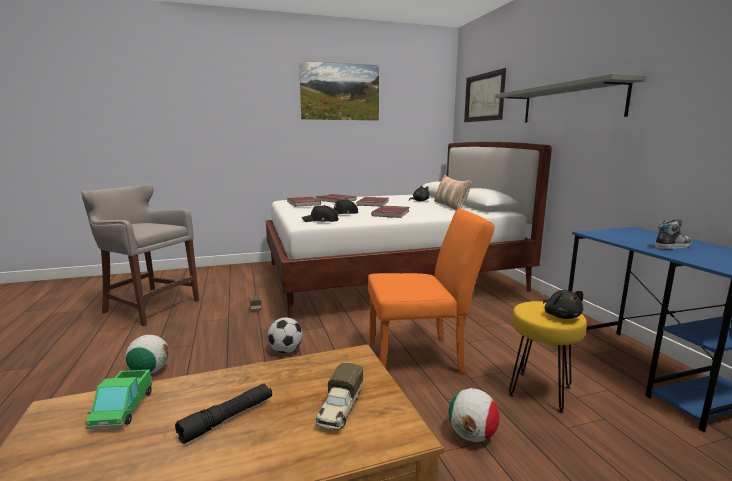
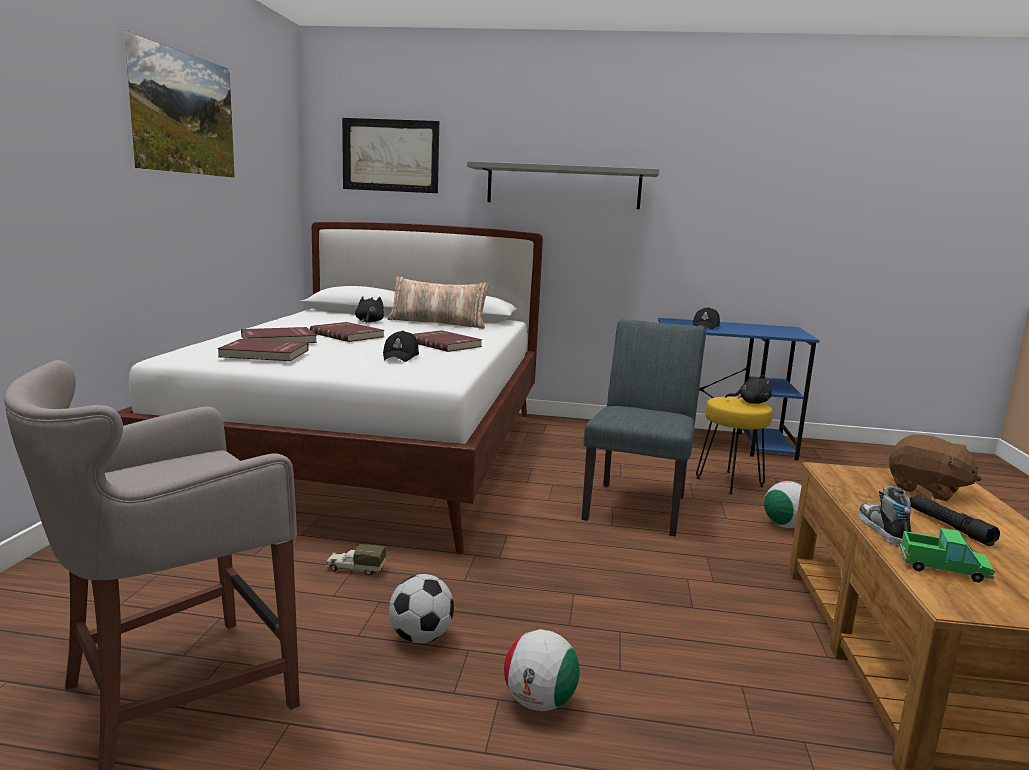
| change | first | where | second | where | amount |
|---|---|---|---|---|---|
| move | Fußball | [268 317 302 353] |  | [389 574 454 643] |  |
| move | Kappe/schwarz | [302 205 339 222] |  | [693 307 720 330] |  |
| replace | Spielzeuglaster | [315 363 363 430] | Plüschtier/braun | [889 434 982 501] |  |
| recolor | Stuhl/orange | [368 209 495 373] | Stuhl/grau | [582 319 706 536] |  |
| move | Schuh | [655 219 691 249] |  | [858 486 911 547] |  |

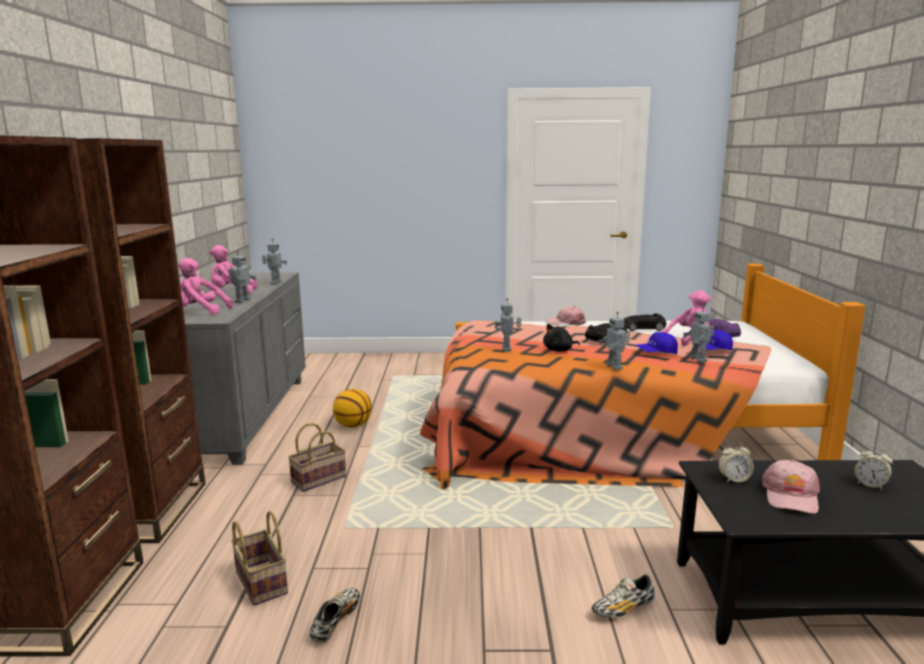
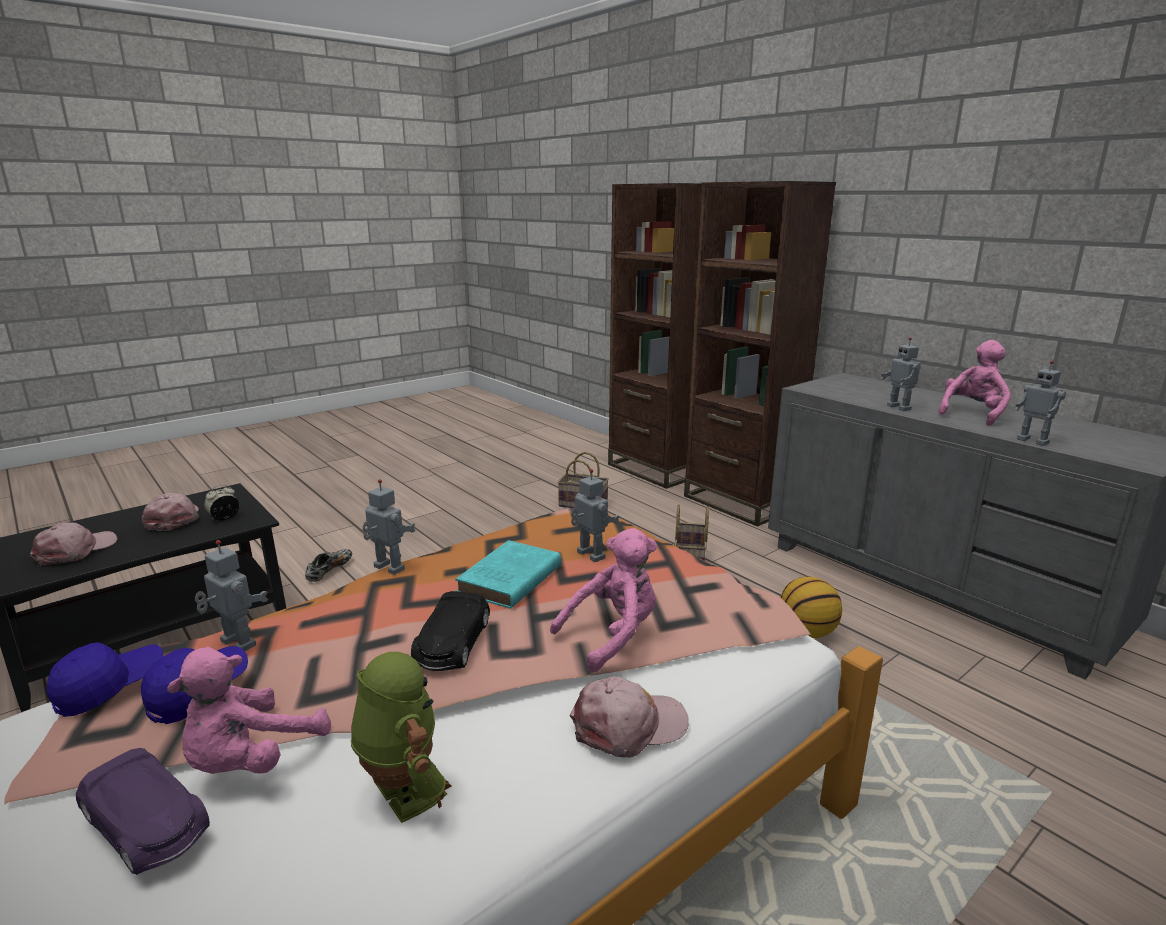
| change | first | where | second | where | amount |
|---|---|---|---|---|---|
| move | Plüschtier/rosa | [178 258 233 315] |  | [550 528 657 672] |  |
| delete | Schuh | [310 588 360 643] |  |  |  |
| replace | Plüschtier/schwarz | [543 324 580 351] | Buch/türkis | [455 540 561 609] |  |
| replace | Spielzeugauto/schwarz | [624 313 666 331] | Spielzeugroboter | [351 652 451 823] |  |
| move | Kappe/blau | [636 332 678 354] |  | [46 642 163 717] |  |
| replace | Wecker | [854 446 893 490] | Kappe/rosa | [30 523 117 565] |  |

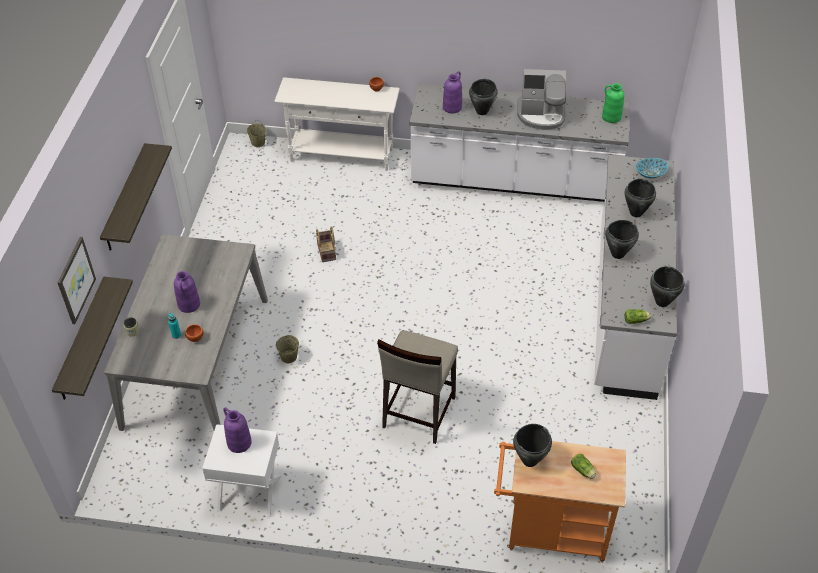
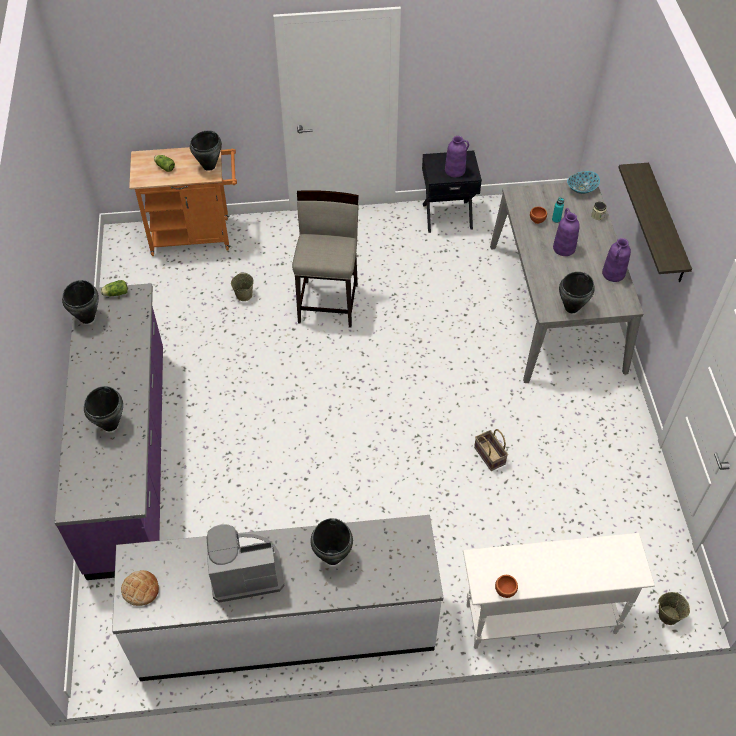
| change | first | where | second | where | amount |
|---|---|---|---|---|---|
| delete | Wandregal | [52 276 133 400] |  |  |  |
| delete | Bild | [57 237 96 324] |  |  |  |
| recolor | Nachttisch/weiß | [202 424 281 519] | Nachttisch/schwarz | [422 150 482 233] |  |
| move | Eimer/beige | [276 335 299 363] |  | [231 273 254 301] |  |
| move | Vase/lila | [443 71 462 113] |  | [602 238 631 282] |  |
| recolor | Küchenzeile/weiß | [594 155 677 400] | Küchenzeile/lila | [54 283 163 580] |  |
| replace | Vase/grün | [602 83 624 123] | Brot | [121 570 159 606] |  |
| move | Kochtopf/schwarz | [605 220 639 259] |  | [559 272 595 313] |  |
| move | Schüssel | [635 158 668 178] |  | [567 171 600 194] |  |

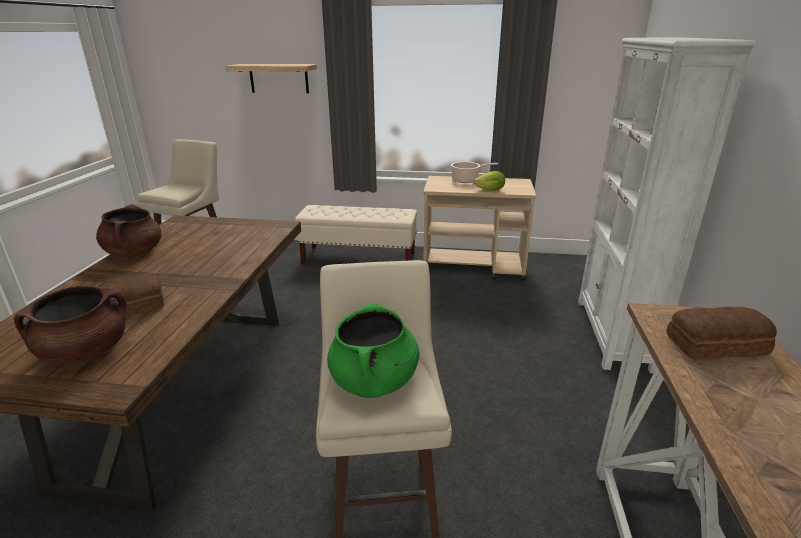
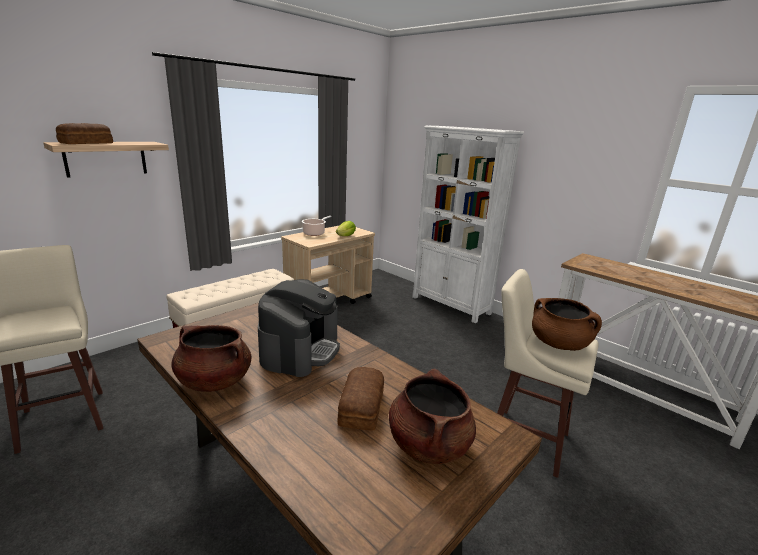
| change | first | where | second | where | amount |
|---|---|---|---|---|---|
| recolor | Kochtopf/grün | [327 302 419 398] | Kochtopf/braun | [532 298 602 351] |  |
| move | Brot | [666 307 777 359] |  | [56 123 113 144] |  |
| insert |  |  | Kaffeemaschine | [258 279 340 377] |  |

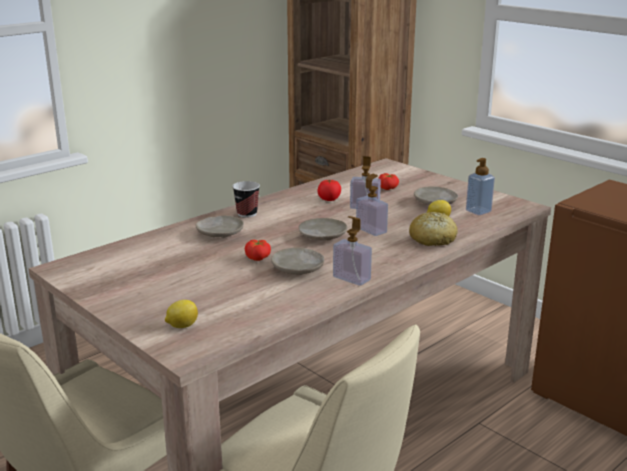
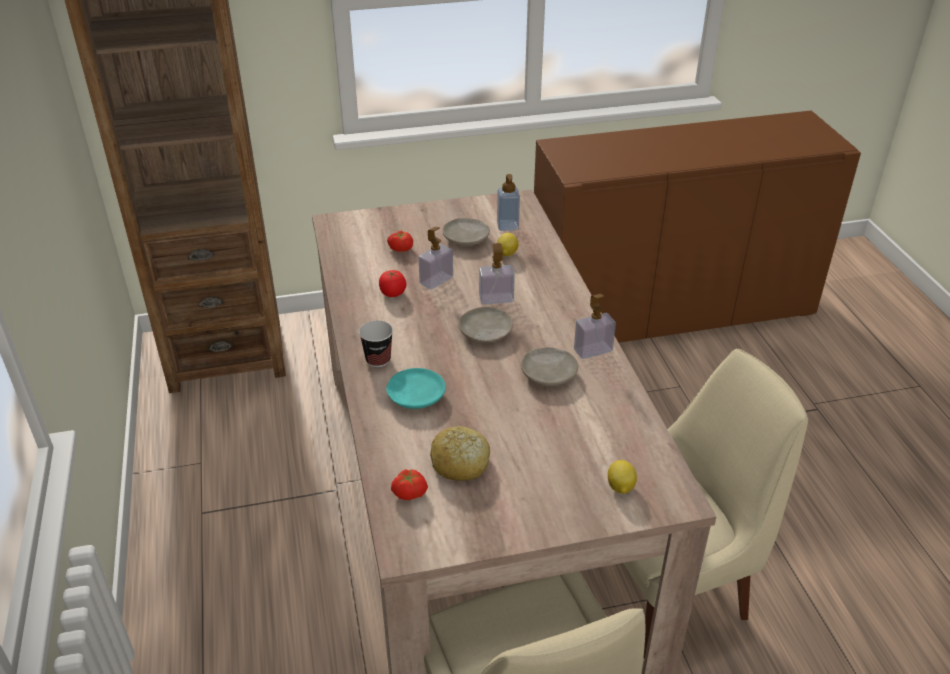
| change | first | where | second | where | amount |
|---|---|---|---|---|---|
| recolor | Teller/beige | [195 215 244 238] | Teller/türkis | [386 368 446 409] |  |
| move | Tomate | [245 240 271 261] |  | [391 469 428 500] |  |
| move | Brot | [409 212 458 246] |  | [430 426 490 481] |  |

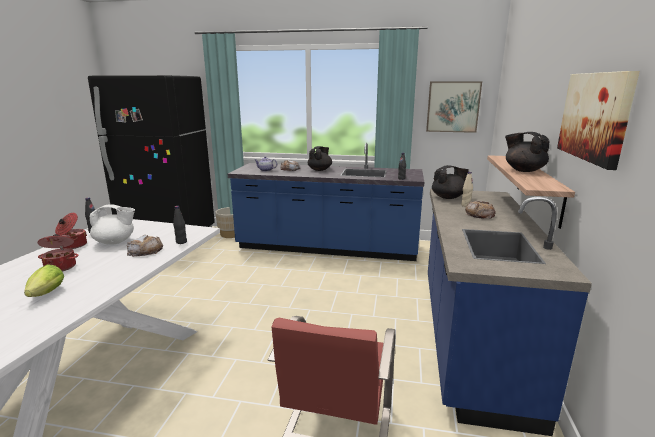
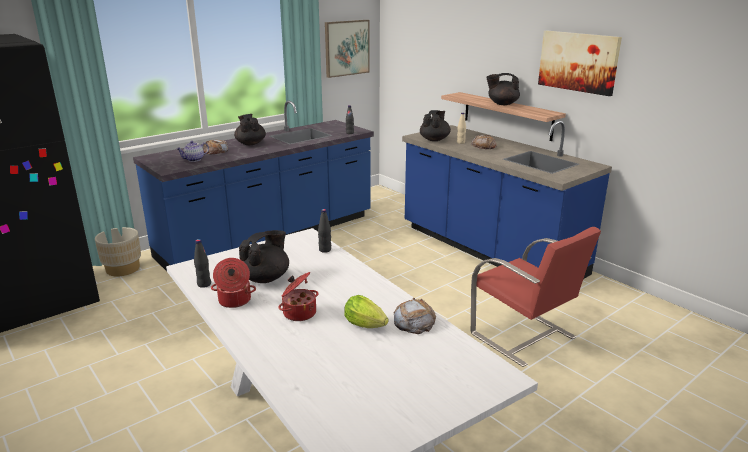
| change | first | where | second | where | amount |
|---|---|---|---|---|---|
| recolor | Teekanne/weiß | [89 204 135 245] | Teekanne/schwarz | [239 230 289 283] |  |
| move | Brot | [127 235 163 257] |  | [394 298 436 334] |  |

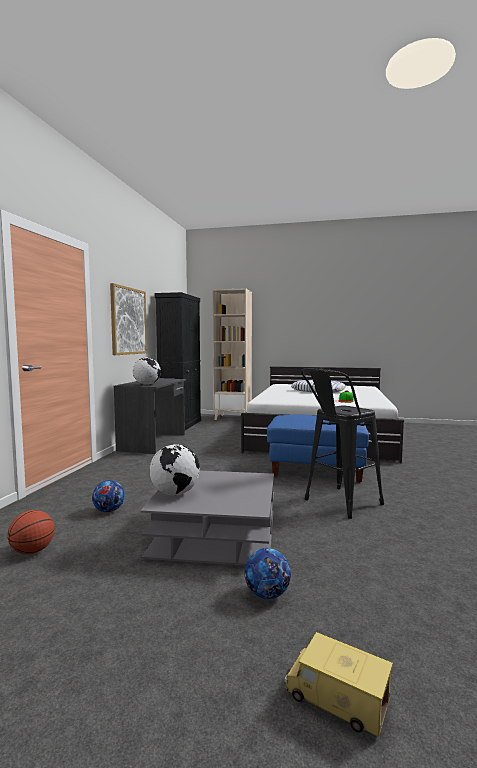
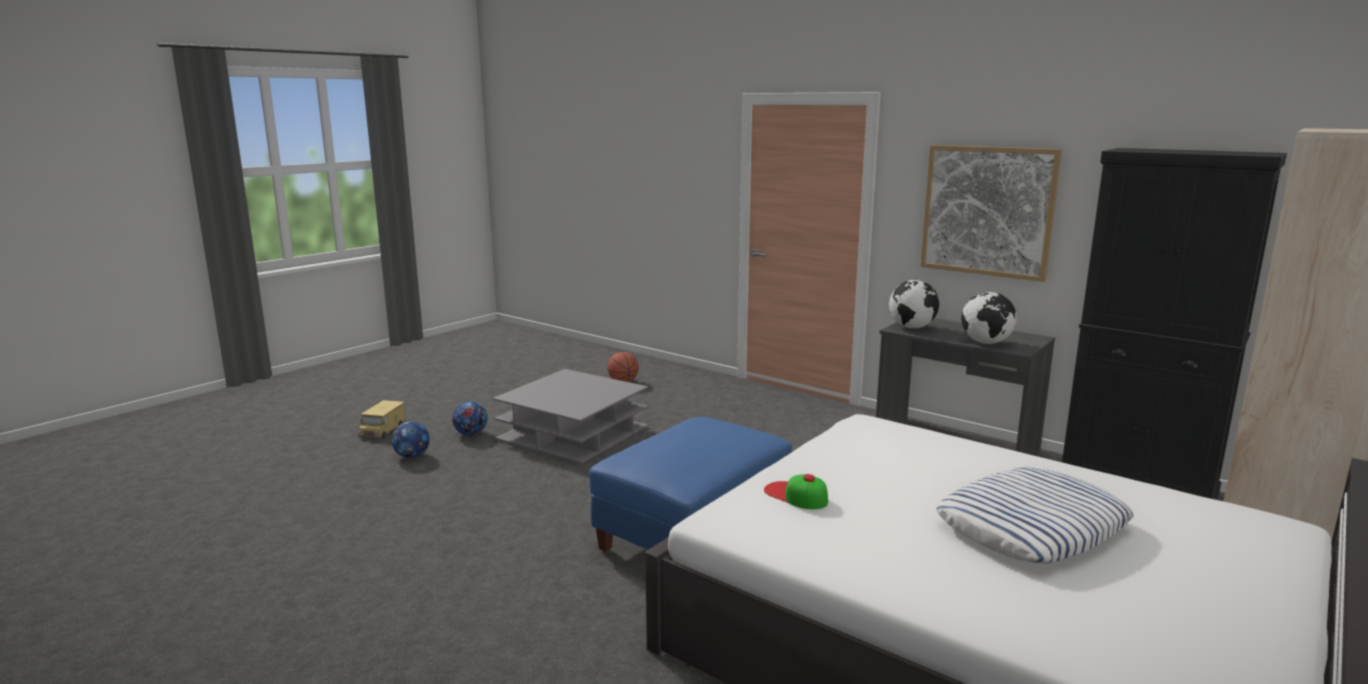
| change | first | where | second | where | amount |
|---|---|---|---|---|---|
| move | Fußball | [92 480 125 512] |  | [391 421 430 458] |  |
| move | Globus | [150 444 200 495] |  | [961 292 1017 344] |  |
| rotate | Spielzeuglaster | [284 632 393 737] |  | [358 400 406 439] | 135 degrees clockwise |
| delete | Hocker/schwarz | [301 368 384 519] |  |  |  |

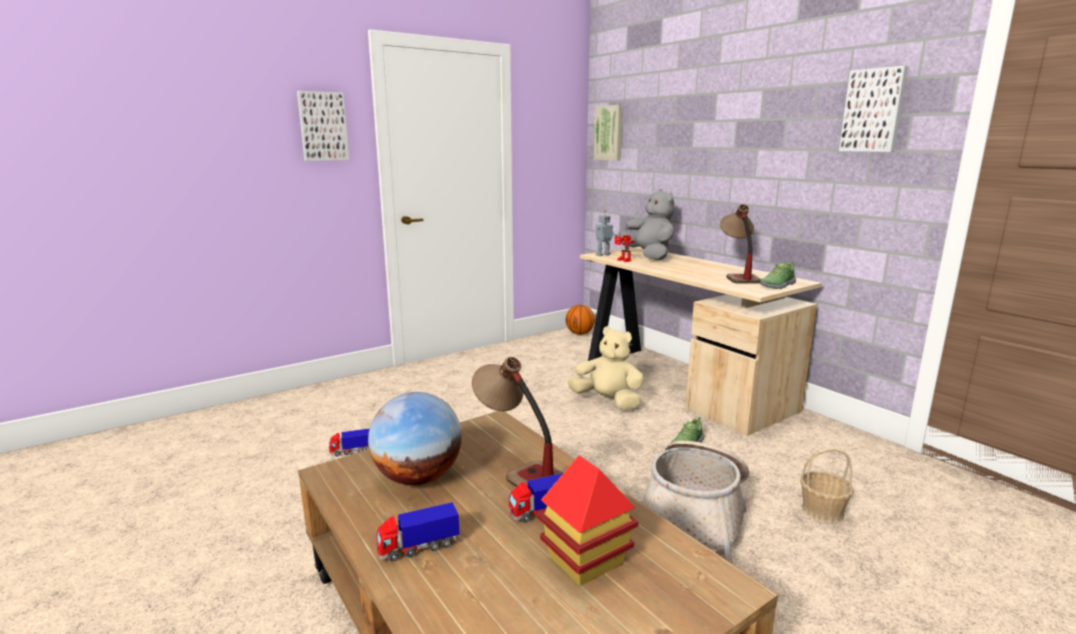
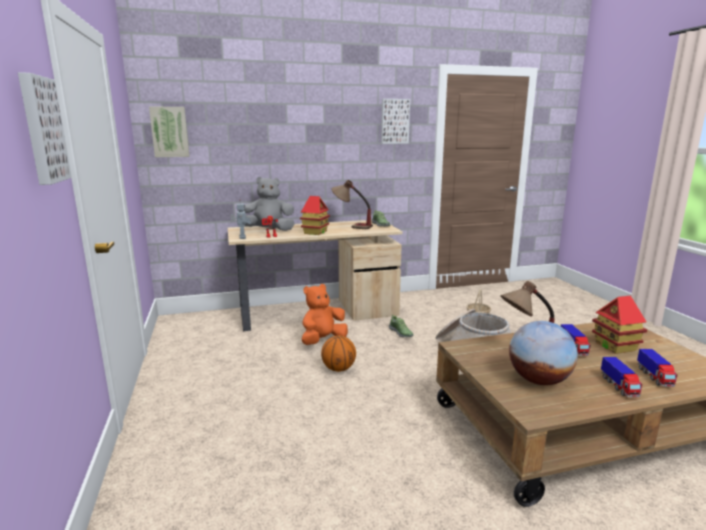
| change | first | where | second | where | amount |
|---|---|---|---|---|---|
| move | Spielzeuglaster | [329 428 370 456] |  | [637 349 678 387] |  |
| move | Basketball | [566 305 595 335] |  | [321 335 356 372] |  |
| recolor | Plüschtier/beige | [567 326 644 410] | Plüschtier/orange | [302 284 348 345] |  |
| insert |  |  | Spielzeughaus | [300 196 330 235] |  |

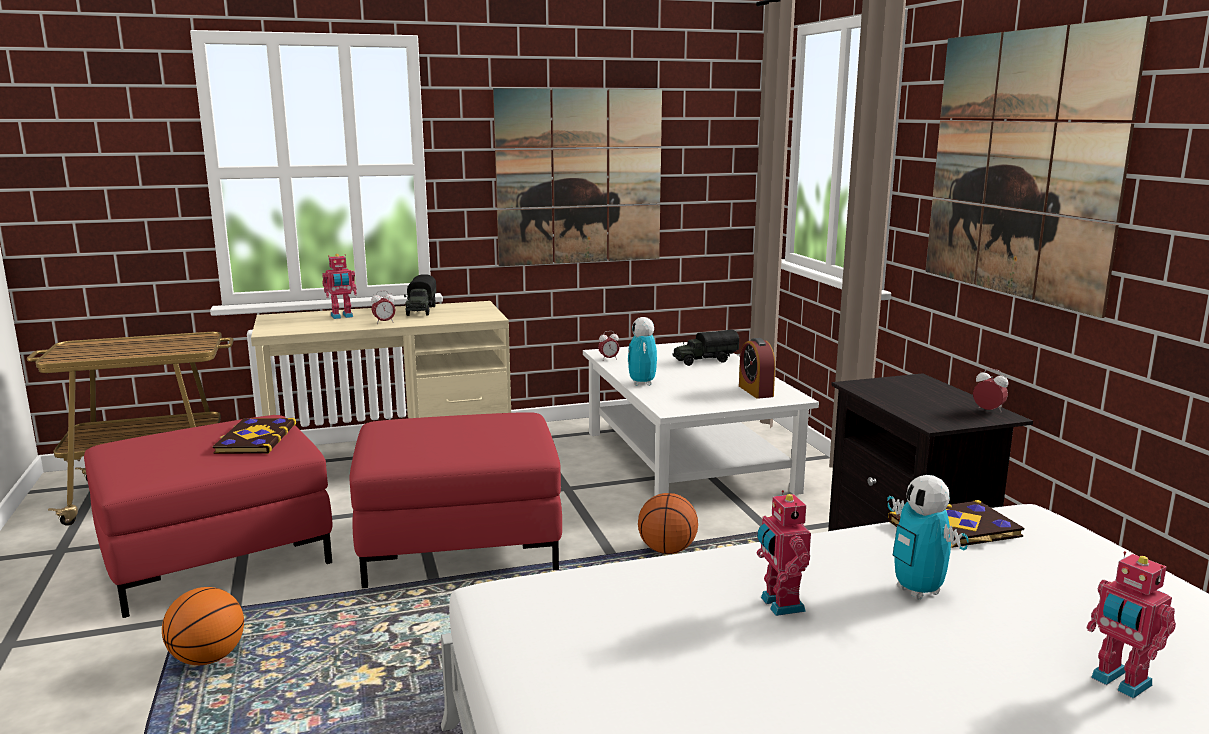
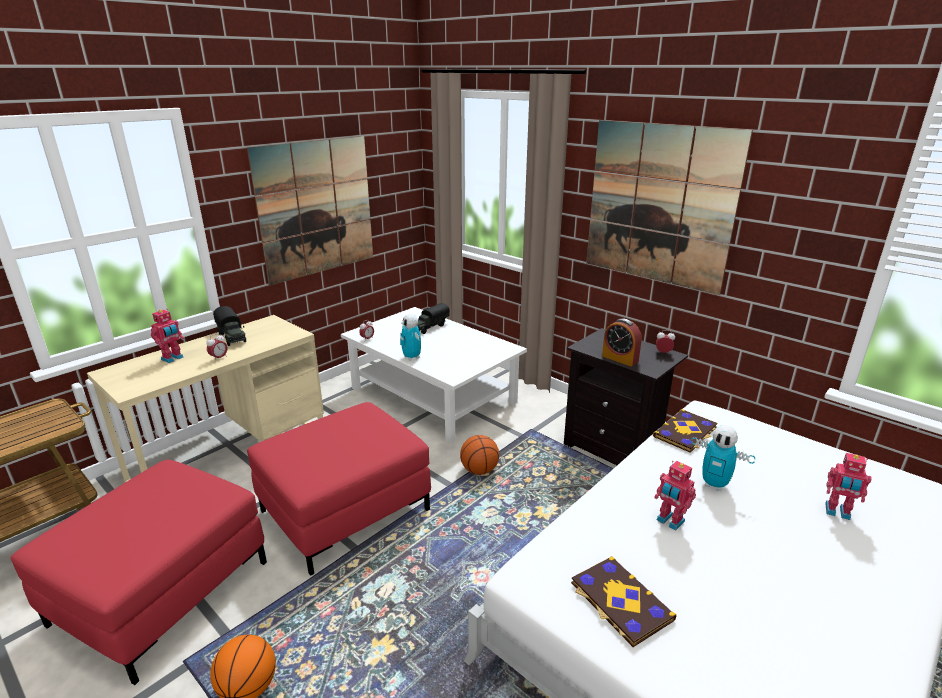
| change | first | where | second | where | amount |
|---|---|---|---|---|---|
| move | Buch | [213 418 296 454] |  | [571 556 677 647] |  |
| move | Wecker | [739 338 775 399] |  | [602 319 642 367] |  |

